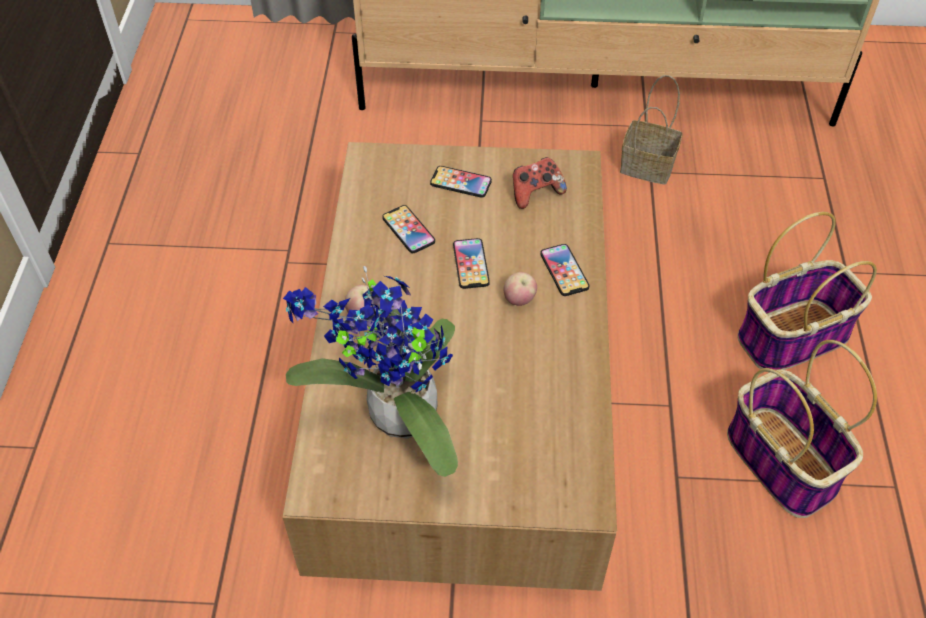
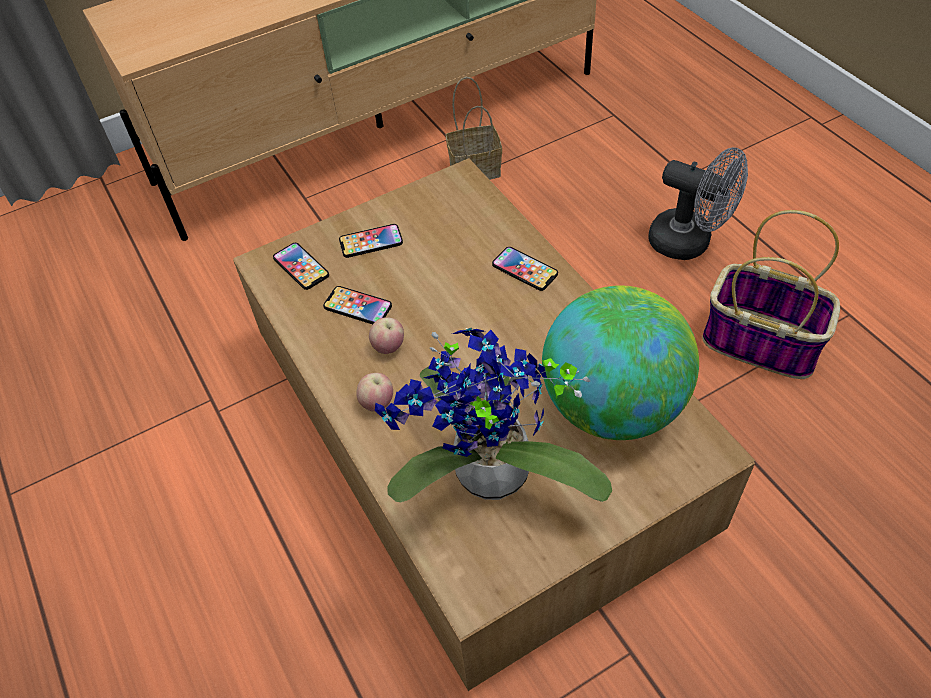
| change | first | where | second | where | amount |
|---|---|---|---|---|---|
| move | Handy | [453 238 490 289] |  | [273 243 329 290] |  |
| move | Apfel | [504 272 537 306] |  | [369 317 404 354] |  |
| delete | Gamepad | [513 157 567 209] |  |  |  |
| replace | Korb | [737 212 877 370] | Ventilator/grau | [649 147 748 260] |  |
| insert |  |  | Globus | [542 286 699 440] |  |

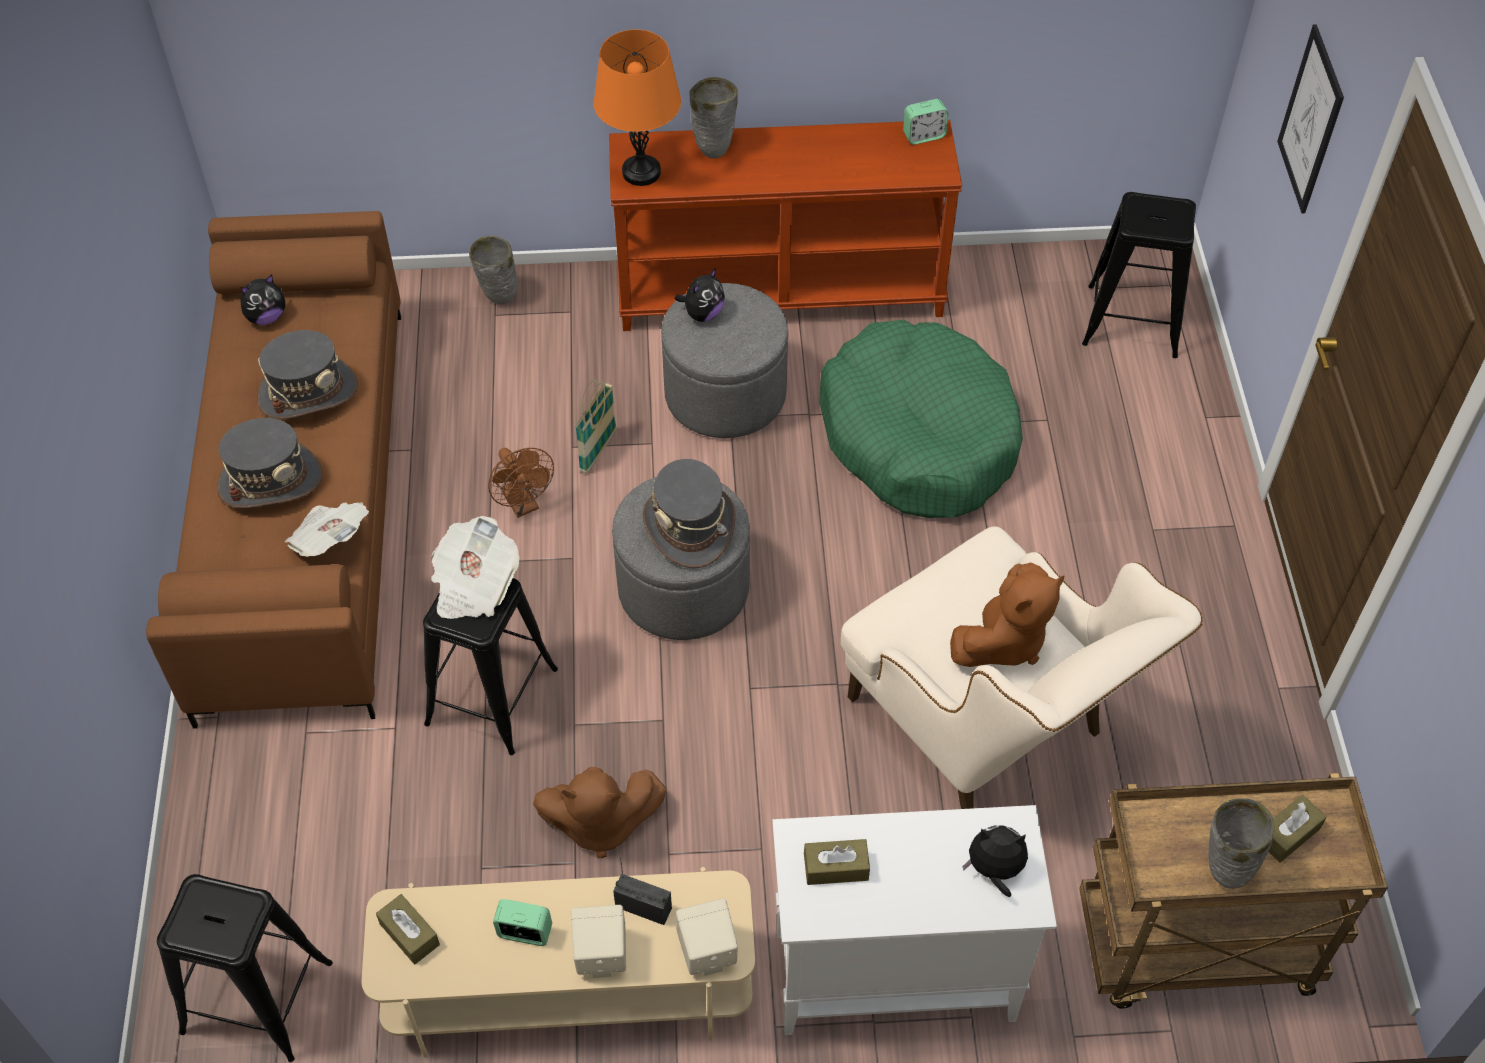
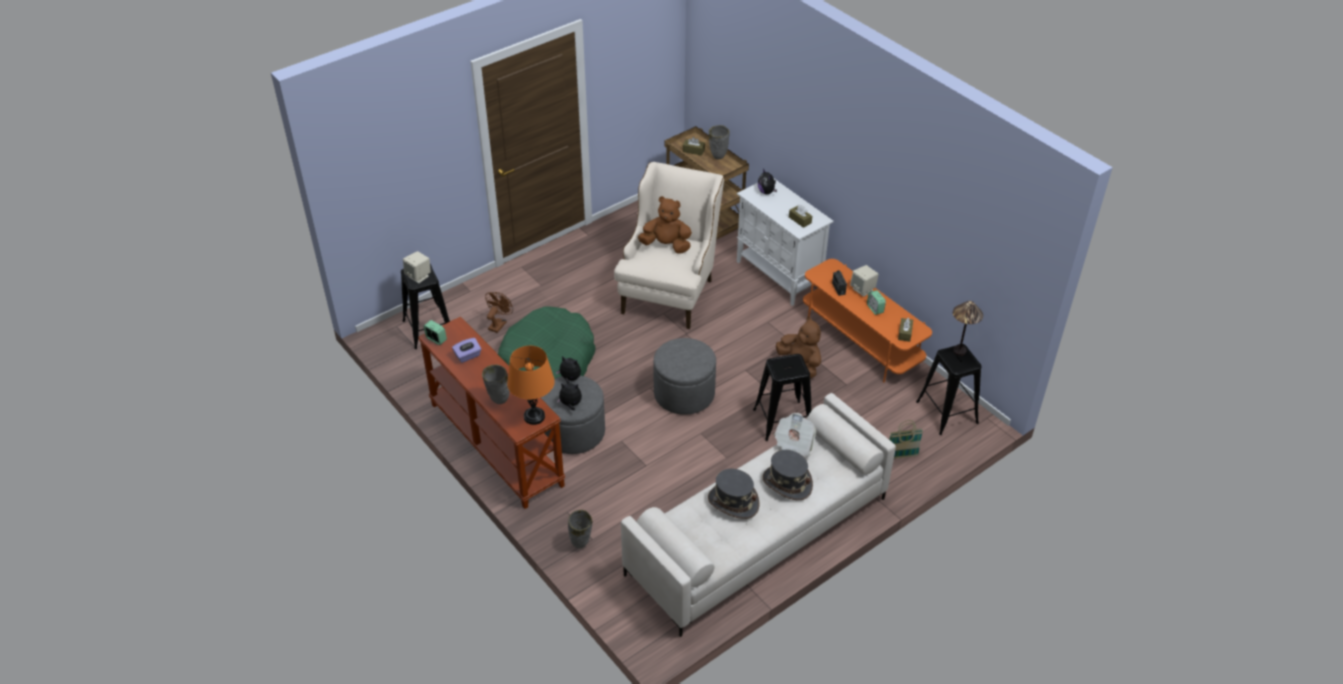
| change | first | where | second | where | amount |
|---|---|---|---|---|---|
| recolor | Sofa/braun | [146 211 401 728] | Sofa/weiß | [621 393 896 637] |  |
| move | Plüschtier | [240 275 285 325] |  | [556 356 581 384] |  |
| recolor | Fernsehschrank/beige | [362 867 755 1058] | Fernsehschrank/orange | [803 259 932 382] |  |
| delete | Zeitung | [431 516 520 619] |  |  |  |
| move | Ventilator/braun | [488 448 554 518] |  | [485 292 513 333] |  |
| move | Korb | [575 379 616 473] |  | [890 420 923 459] |  |
| delete | Hut/grau | [642 459 735 568] |  |  |  |
| move | Lautsprecher/beige | [676 898 738 976] |  | [403 251 431 283] |  |
| delete | Bild | [1277 24 1344 213] |  |  |  |
| insert |  |  | Taschentuchbox/lila | [452 338 481 363] |  |
| insert |  |  | Tischlampe | [953 301 983 356] |  |

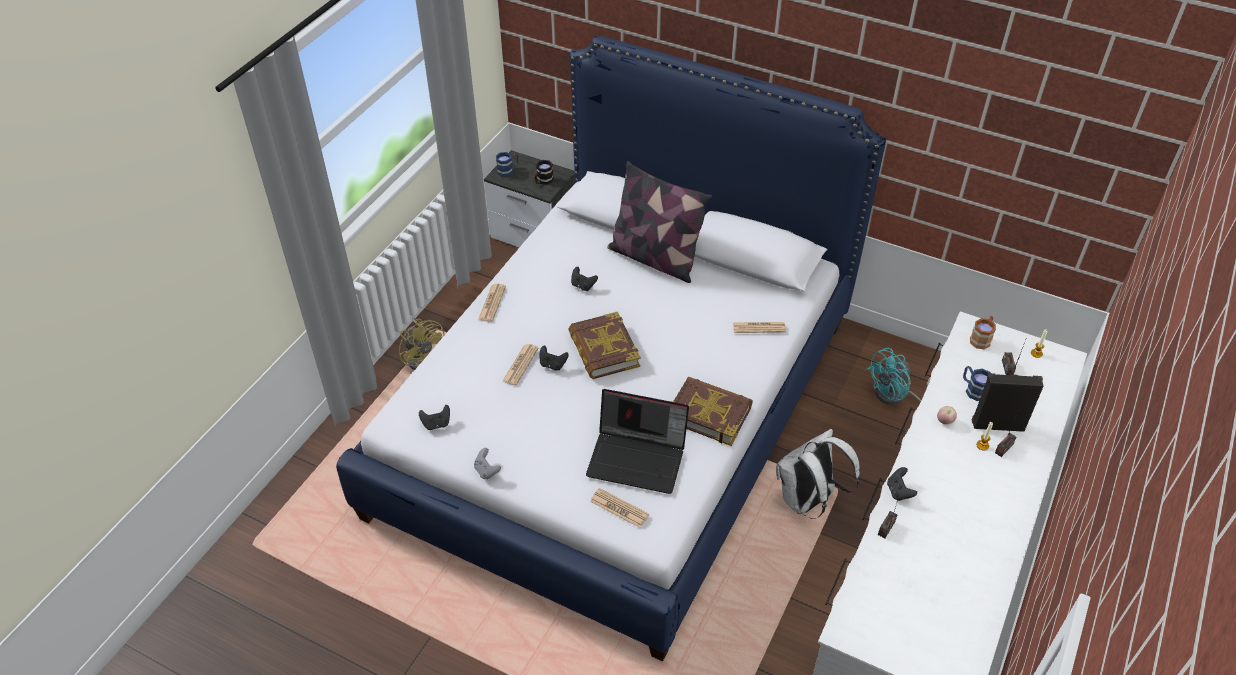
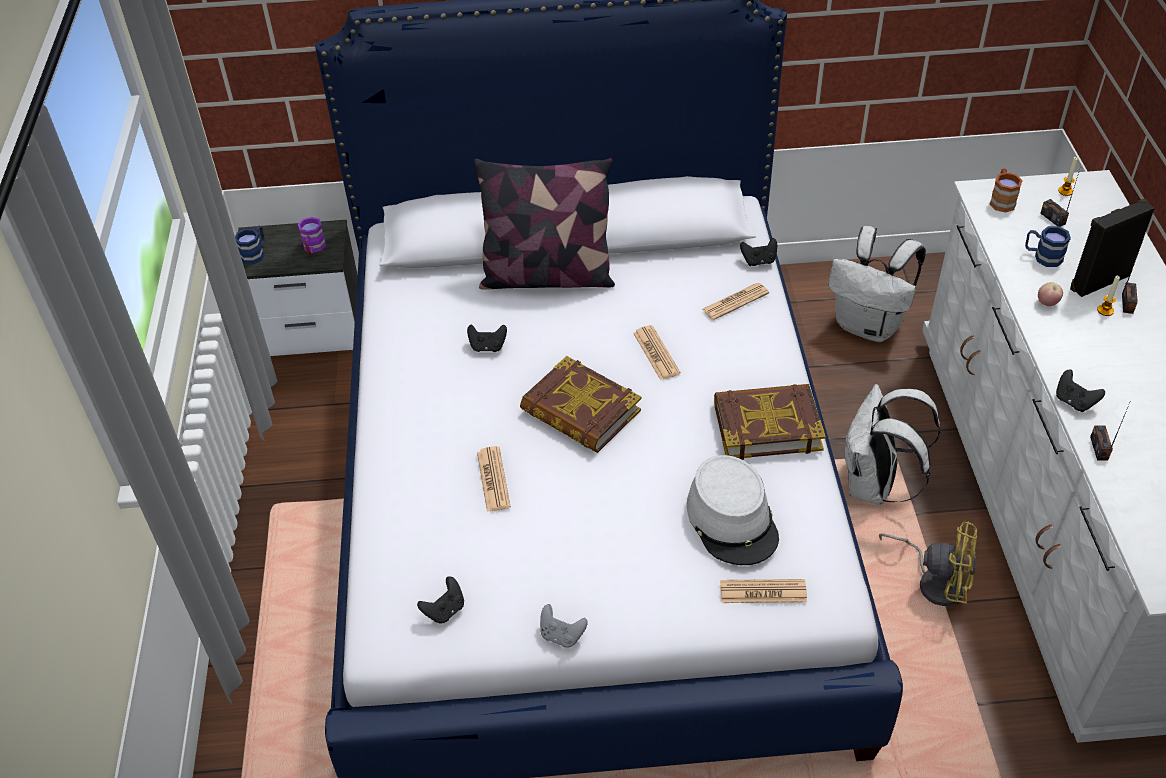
| change | first | where | second | where | amount |
|---|---|---|---|---|---|
| move | Ventilator/gelb | [399 318 445 370] |  | [879 521 977 606] |  |
| move | Zeitung | [478 284 506 322] |  | [633 325 681 380] |  |
| recolor | Henkelbecher/schwarz | [534 160 554 185] | Henkelbecher/lila | [298 217 326 255] |  |
| move | Gamepad/schwarz | [540 346 569 370] |  | [740 238 777 266] |  |
| replace | Laptop | [586 389 689 494] | Hut/grau | [687 455 779 565] |  |
| replace | Ventilator/türkis | [866 347 931 405] | Rucksack/weiß | [828 226 926 342] |  |

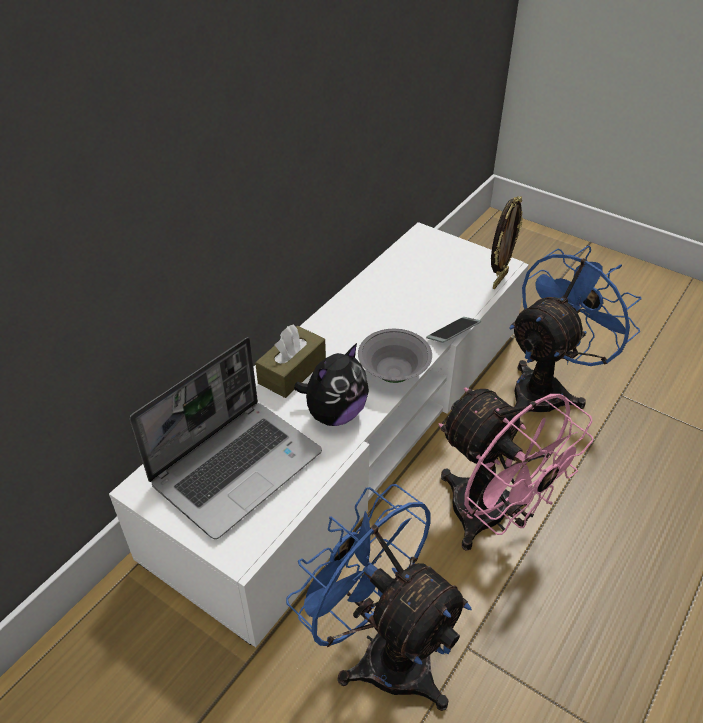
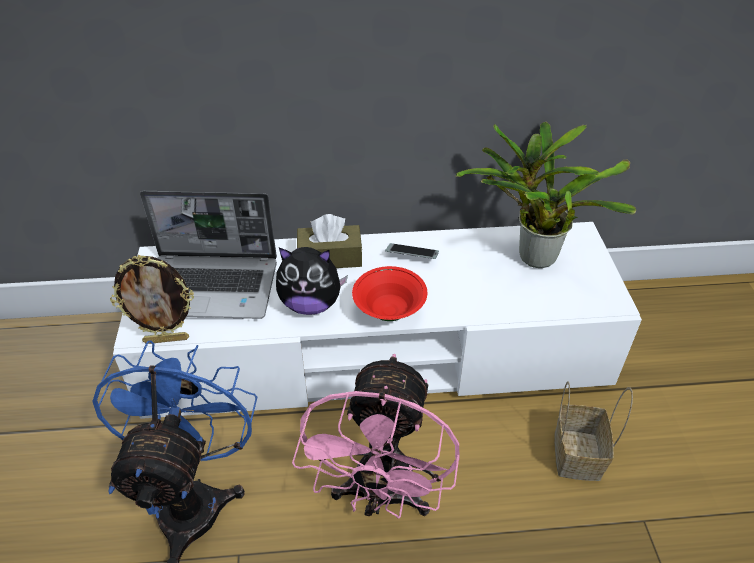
| change | first | where | second | where | amount |
|---|---|---|---|---|---|
| recolor | Schüssel/grau | [358 329 432 383] | Schüssel/rot | [352 266 427 321] |  |
| move | Handy | [426 317 481 343] |  | [385 243 439 259] |  |
| move | Bilderrahmen | [491 196 523 289] |  | [110 255 194 344] |  |
| replace | Ventilator/blau | [509 245 642 413] | Korb | [554 381 633 481] |  |
| insert |  |  | Topfpflanze | [456 122 636 268] |  |

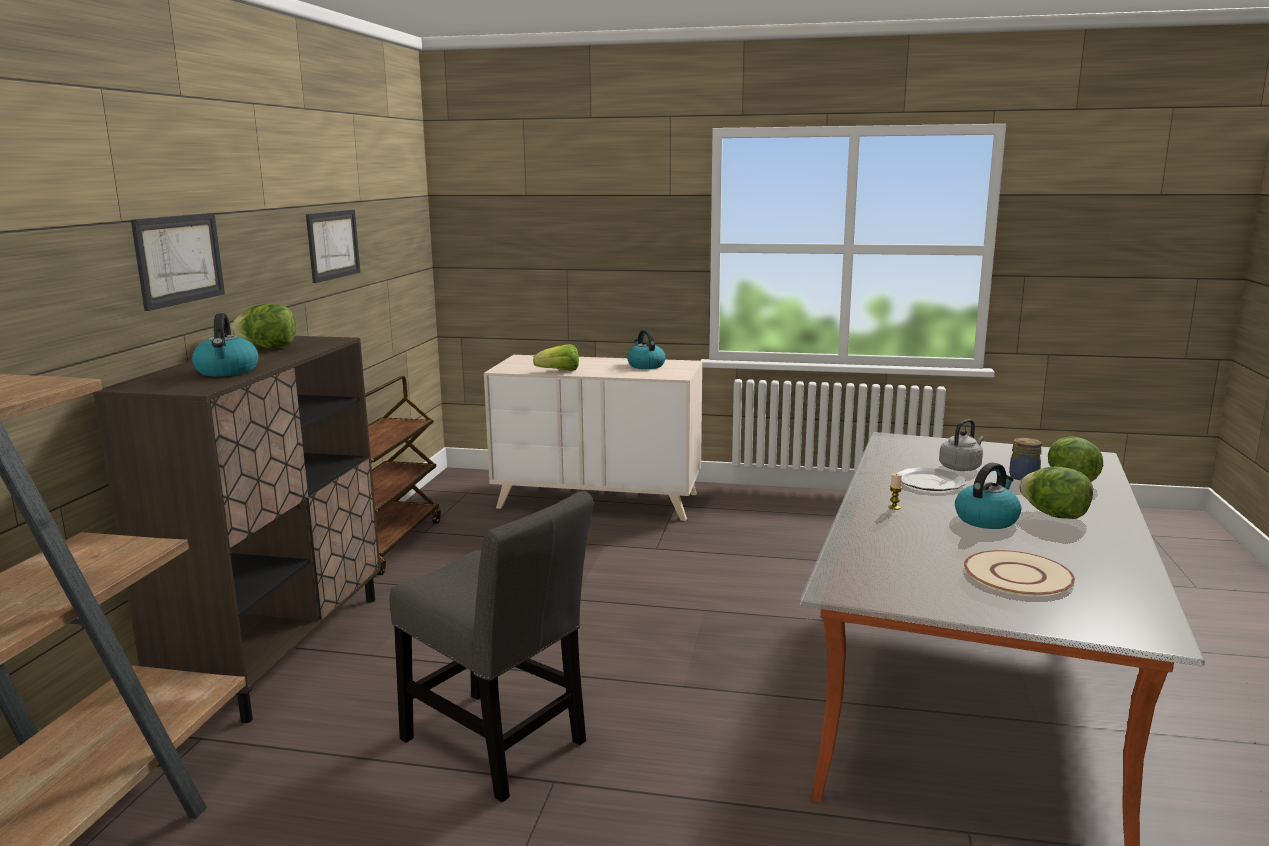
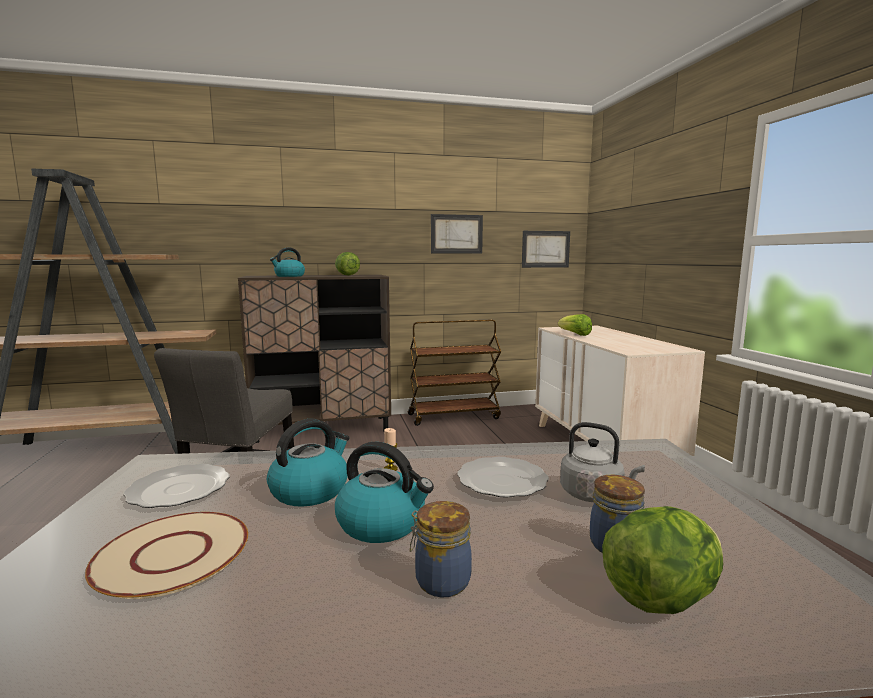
| change | first | where | second | where | amount |
|---|---|---|---|---|---|
| move | Bild | [131 213 225 311] |  | [522 231 570 268] |  |
| move | Wasserkessel | [627 330 666 369] |  | [267 419 350 507] |  |
| replace | Salatkopf | [1019 467 1093 519] | Vorratsglas | [410 501 472 597] |  |
| insert |  |  | Teller | [123 464 230 508] |  |

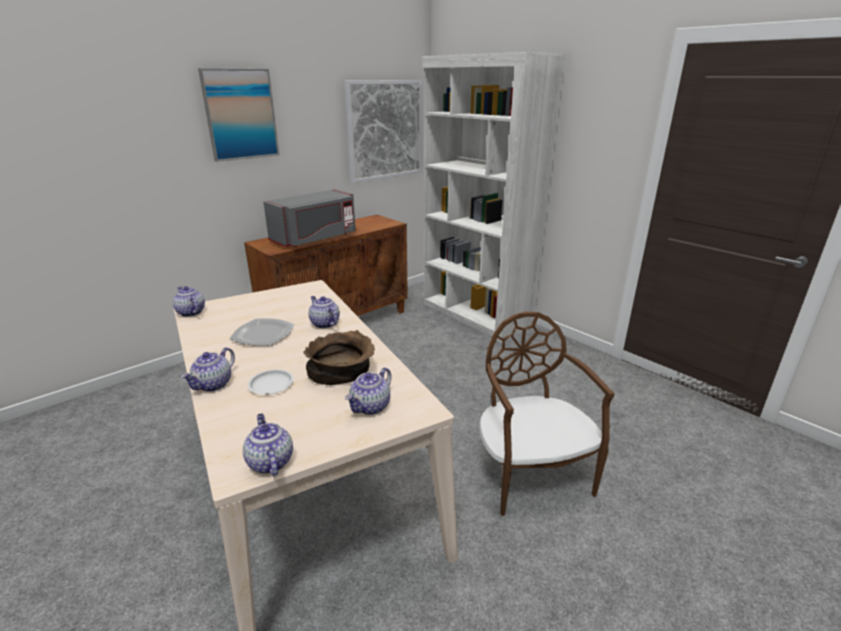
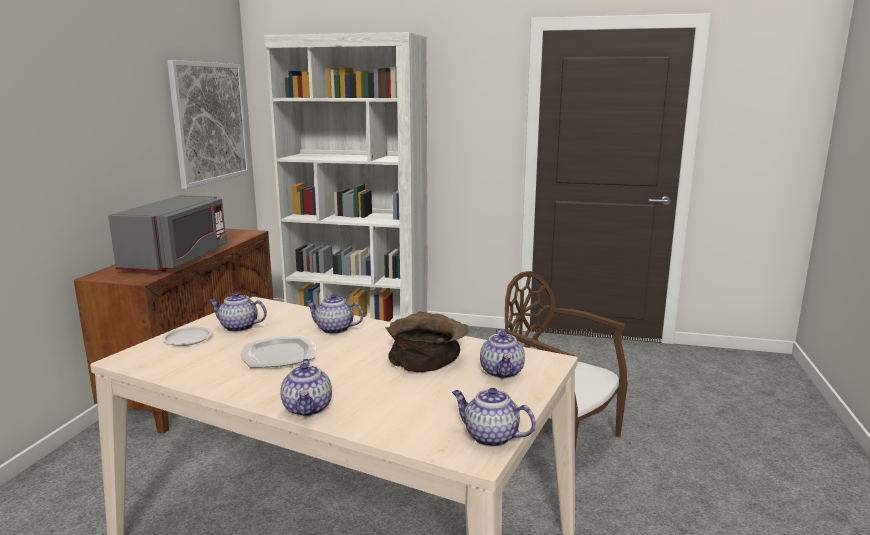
| change | first | where | second | where | amount |
|---|---|---|---|---|---|
| move | Teekanne | [173 286 205 317] |  | [209 292 267 332] |  |
| delete | Bild | [198 68 279 162] |  |  |  |
| move | Teller/weiß | [248 369 294 395] |  | [162 327 212 346] |  |

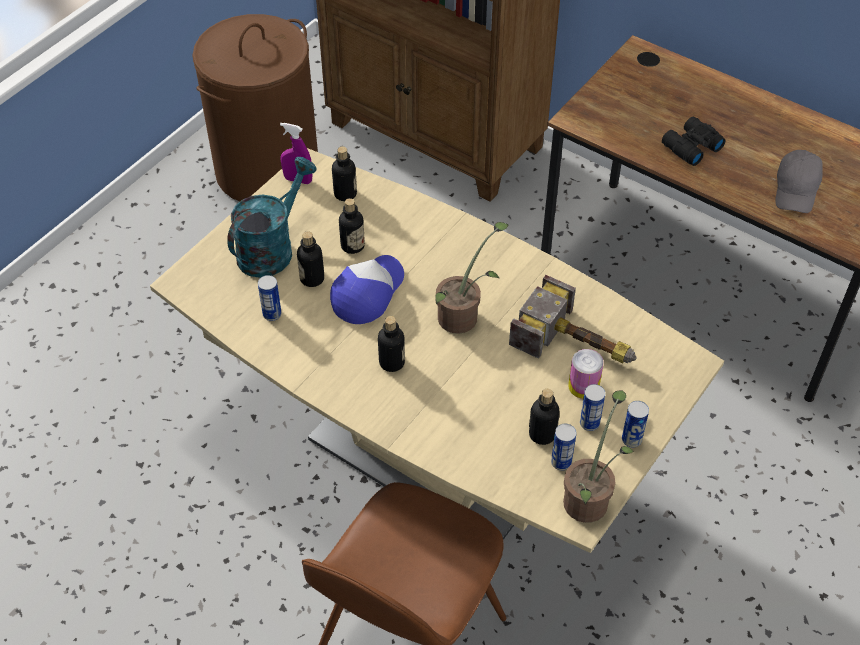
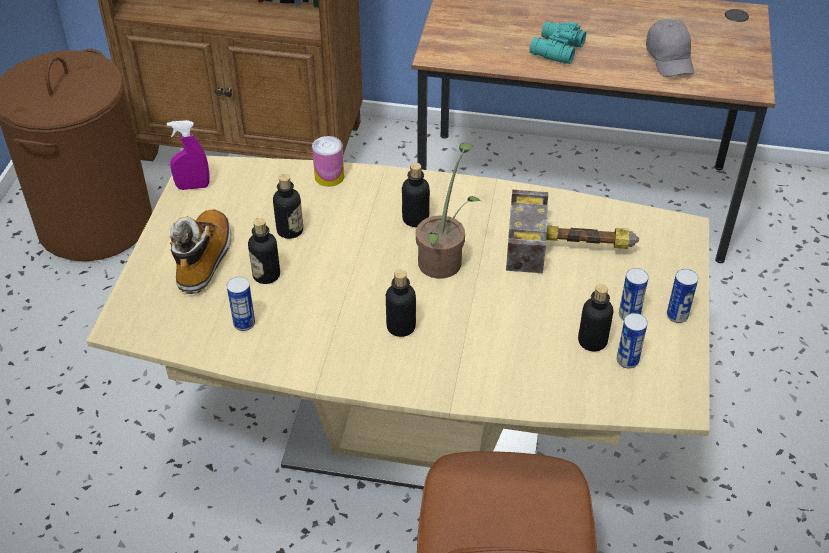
| change | first | where | second | where | amount |
|---|---|---|---|---|---|
| replace | Gießkanne/türkis | [227 157 317 278] | Stiefel | [170 210 231 294] |  |
| delete | Kappe | [330 255 404 324] |  |  |  |
| move | Flasche | [332 146 357 201] |  | [402 163 430 227] |  |
| delete | Topfpflanze | [563 391 634 523] |  |  |  |
| move | Dose | [568 349 604 399] |  | [312 136 344 187] |  |
| recolor | Fernglas/schwarz | [662 117 726 166] | Fernglas/türkis | [530 21 586 64] |  |

